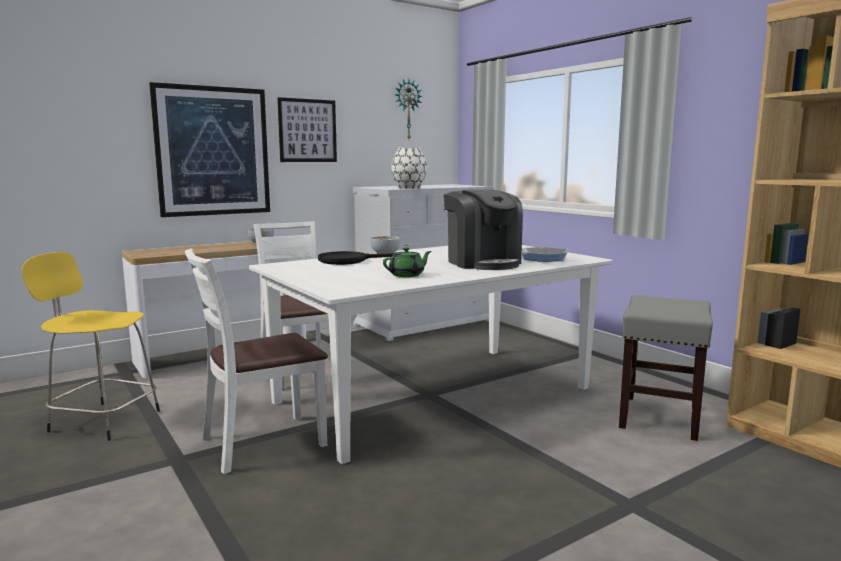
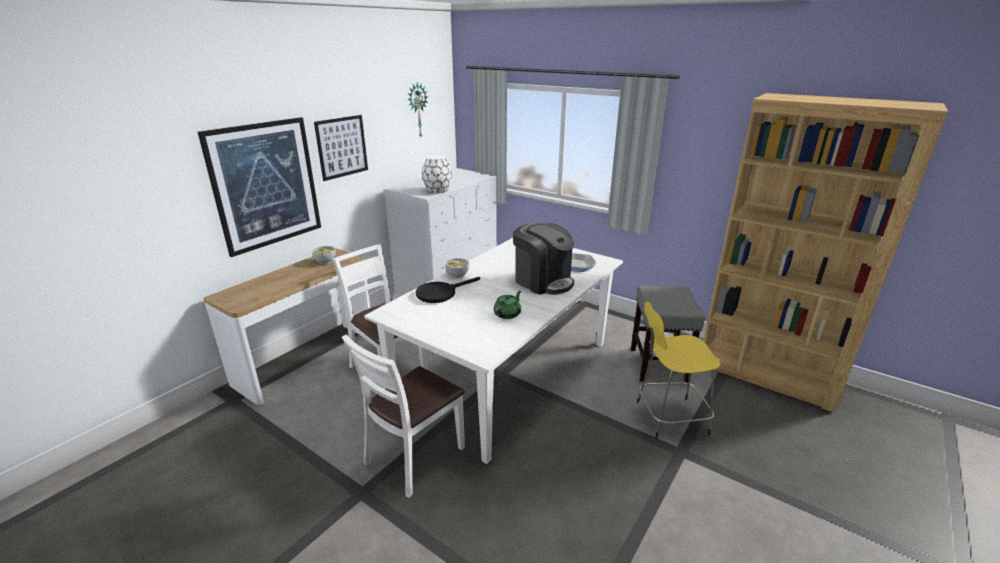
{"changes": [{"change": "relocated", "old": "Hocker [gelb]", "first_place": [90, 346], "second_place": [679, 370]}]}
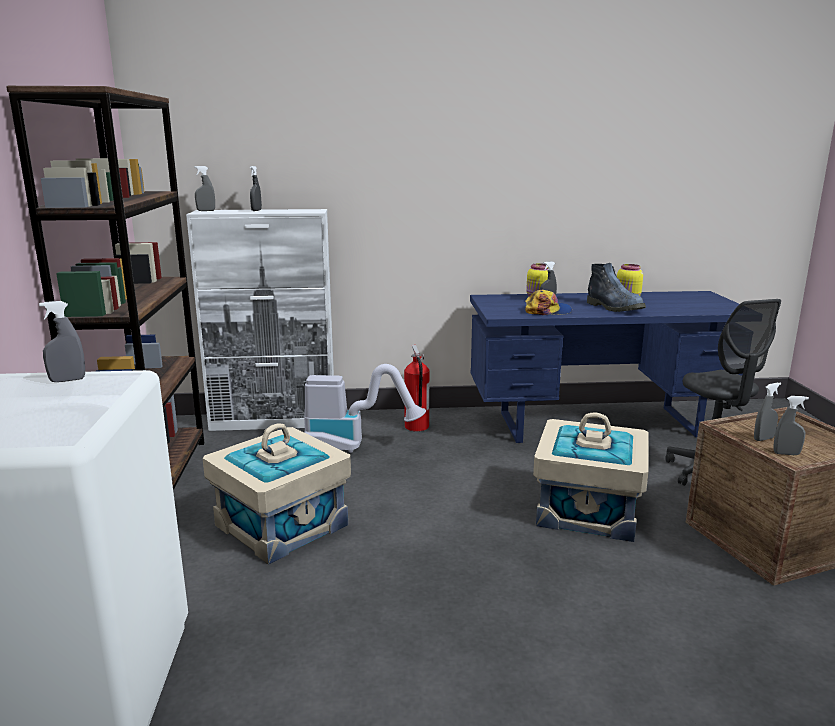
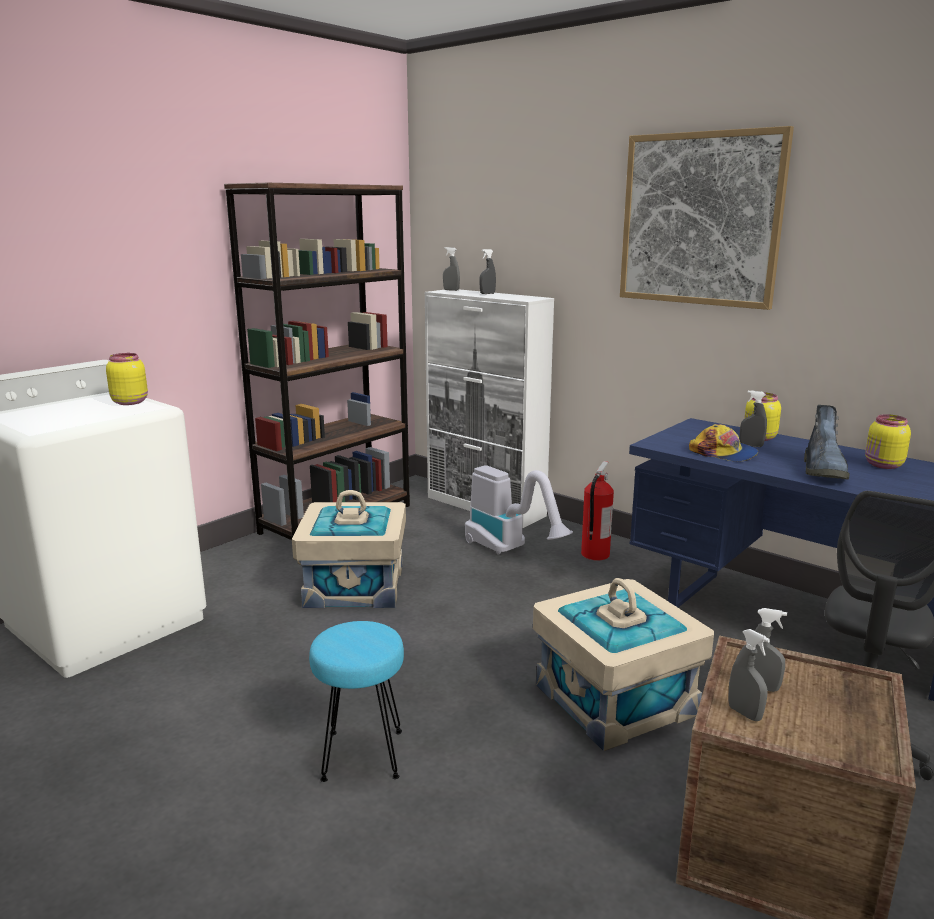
{"changes": [{"change": "exchanged", "old": "Sprühflasche [grau]", "new": "Vorratsglas [gelb]", "first_place": [62, 341], "second_place": [127, 379]}, {"change": "appeared", "new": "Hocker [türkis]", "second_place": [356, 701]}, {"change": "appeared", "new": "Bild", "second_place": [707, 218]}]}
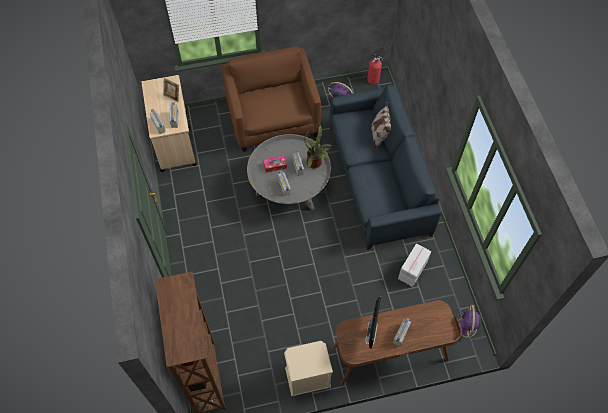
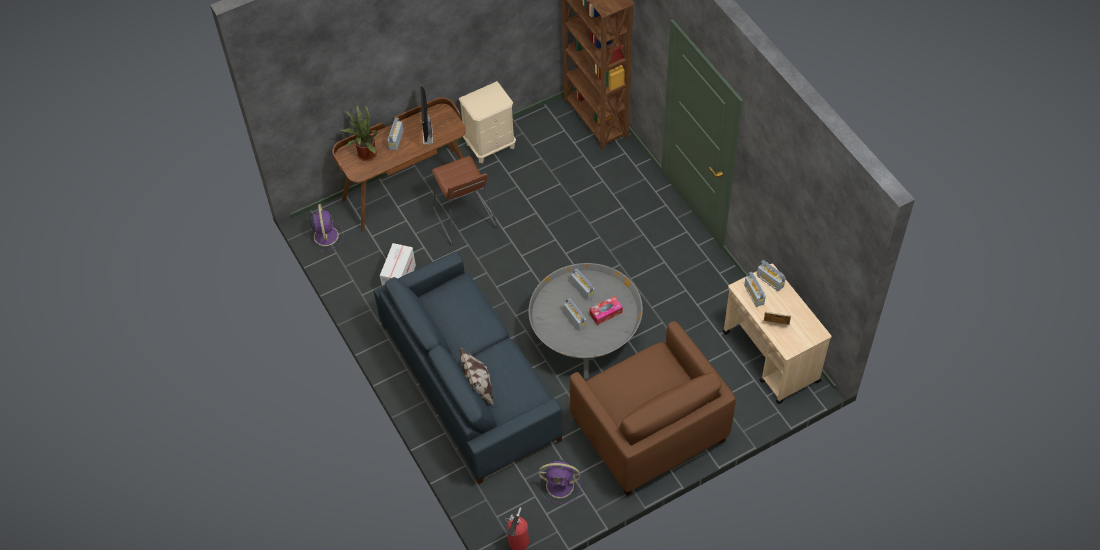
{"changes": [{"change": "relocated", "old": "Topfpflanze", "first_place": [318, 146], "second_place": [358, 132]}, {"change": "appeared", "new": "Hocker [braun]", "second_place": [465, 200]}]}
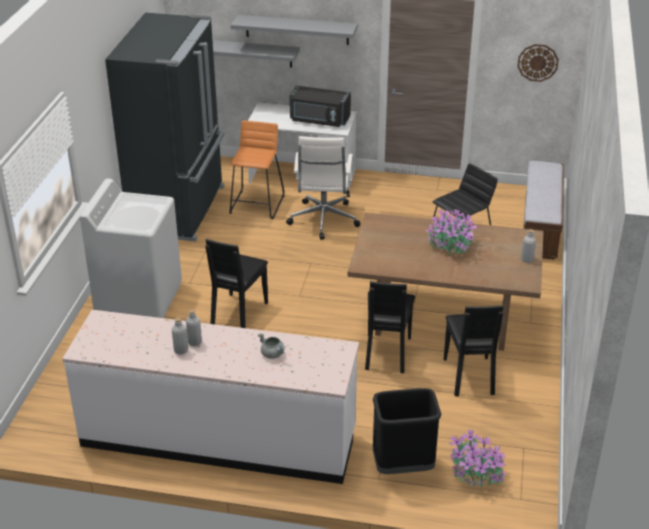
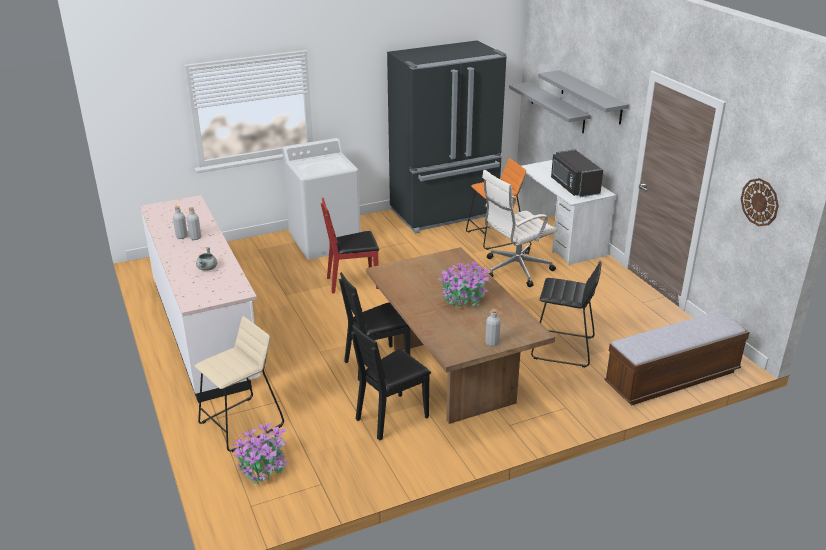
{"changes": [{"change": "colour", "old": "Stuhl [schwarz]", "new": "Stuhl [rot]", "first_place": [236, 283], "second_place": [350, 245]}, {"change": "exchanged", "old": "Mülleimer [schwarz]", "new": "Hocker [beige]", "first_place": [407, 431], "second_place": [239, 384]}]}
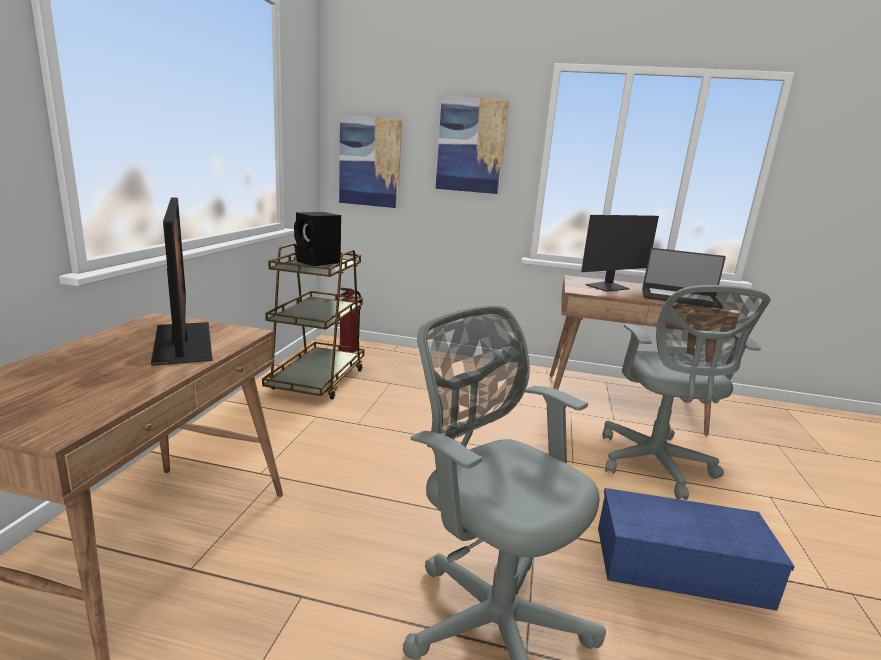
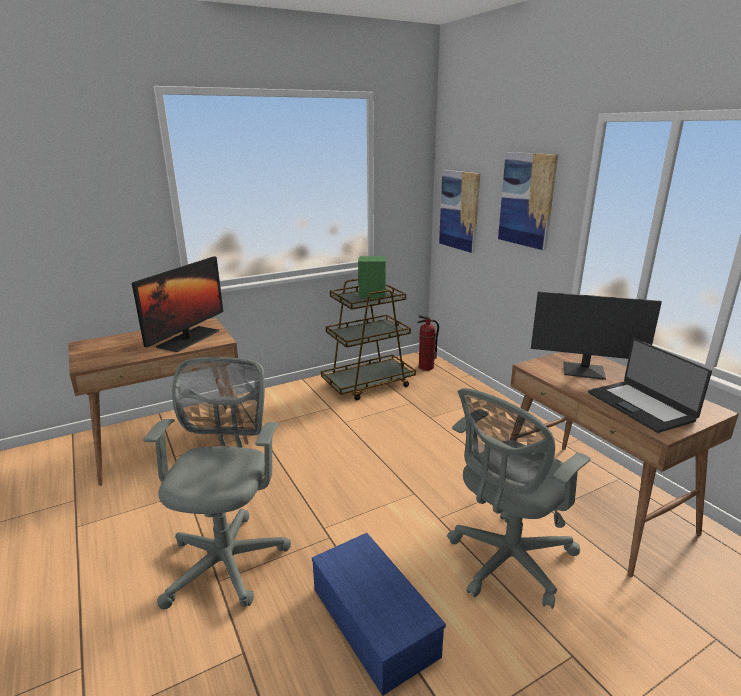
{"changes": [{"change": "colour", "old": "Lautsprecher [schwarz]", "new": "Lautsprecher [grün]", "first_place": [317, 239], "second_place": [372, 277]}]}
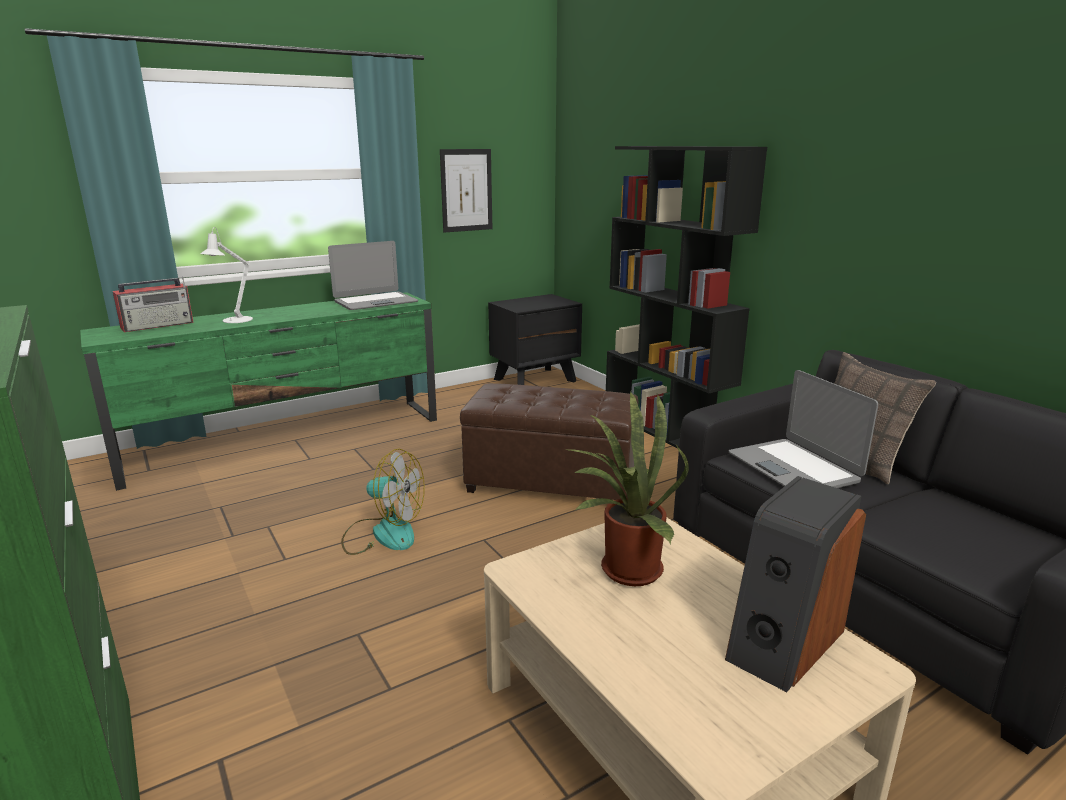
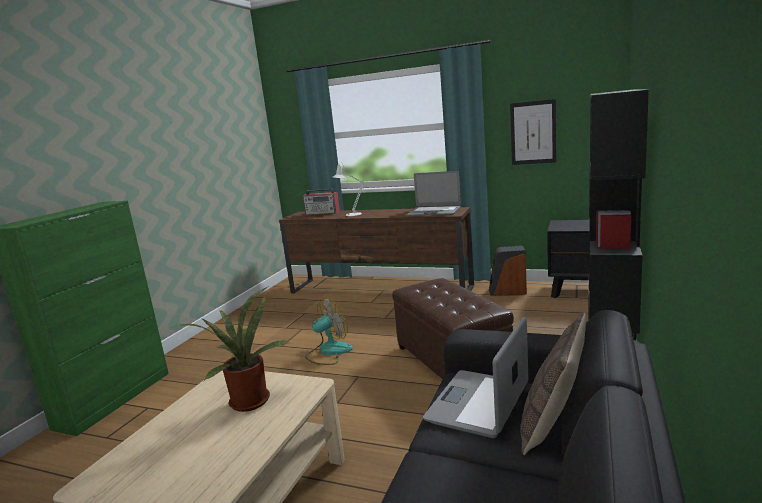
{"changes": [{"change": "colour", "old": "Fernsehschrank [grün]", "new": "Fernsehschrank [braun]", "first_place": [258, 391], "second_place": [376, 250]}, {"change": "spun", "old": "Ventilator", "first_place": [383, 502], "second_place": [329, 331], "degrees": -105}, {"change": "relocated", "old": "Lautsprecher", "first_place": [795, 584], "second_place": [508, 271]}]}
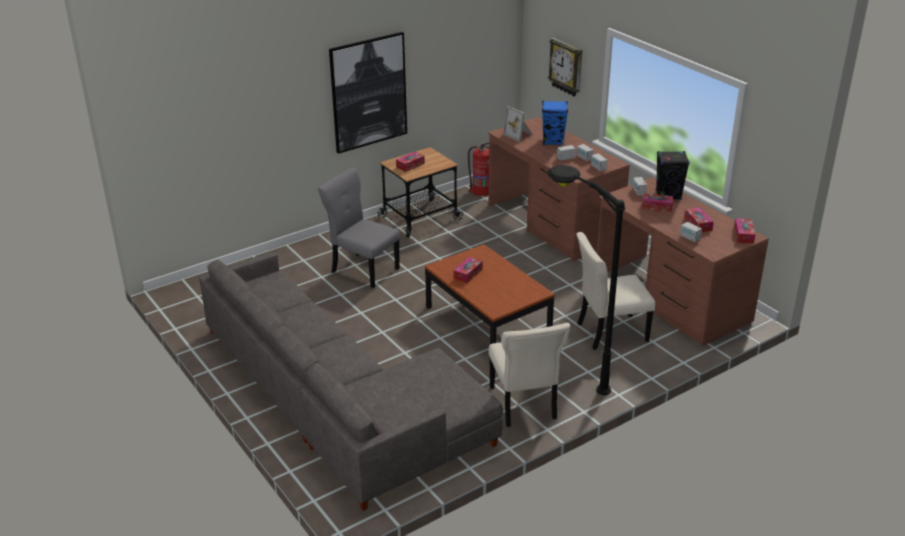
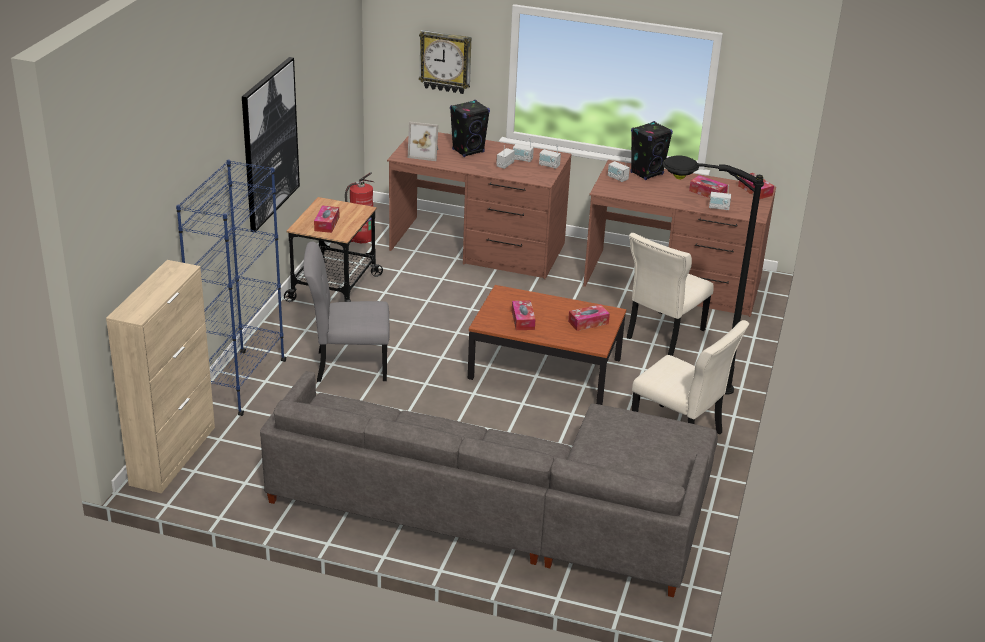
{"changes": [{"change": "colour", "old": "Lautsprecher [blau]", "new": "Lautsprecher [schwarz]", "first_place": [555, 123], "second_place": [470, 128]}, {"change": "relocated", "old": "Taschentuchbox", "first_place": [658, 202], "second_place": [589, 317]}, {"change": "appeared", "new": "Schrank [beige]", "second_place": [160, 377]}, {"change": "appeared", "new": "Bücherregal [blau]", "second_place": [231, 287]}]}
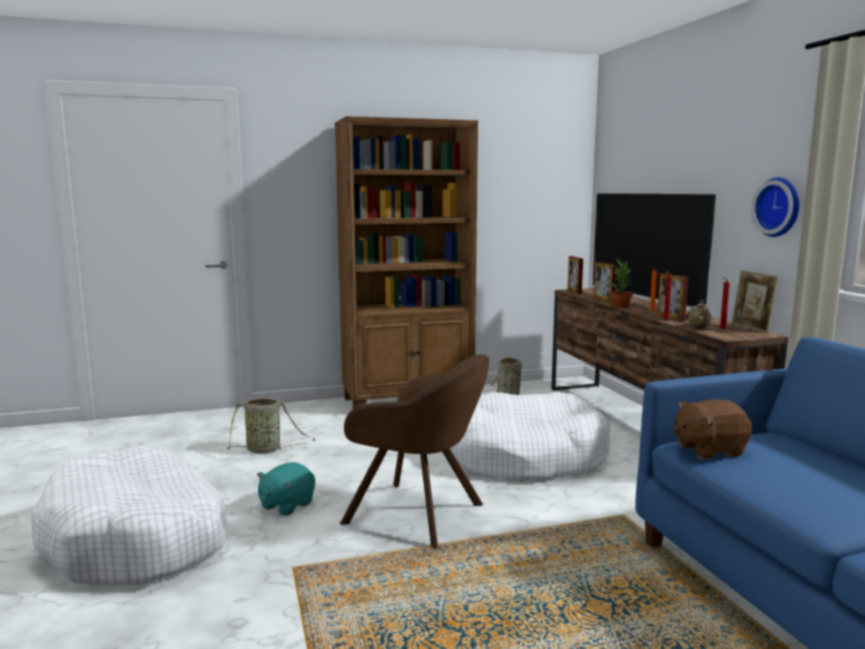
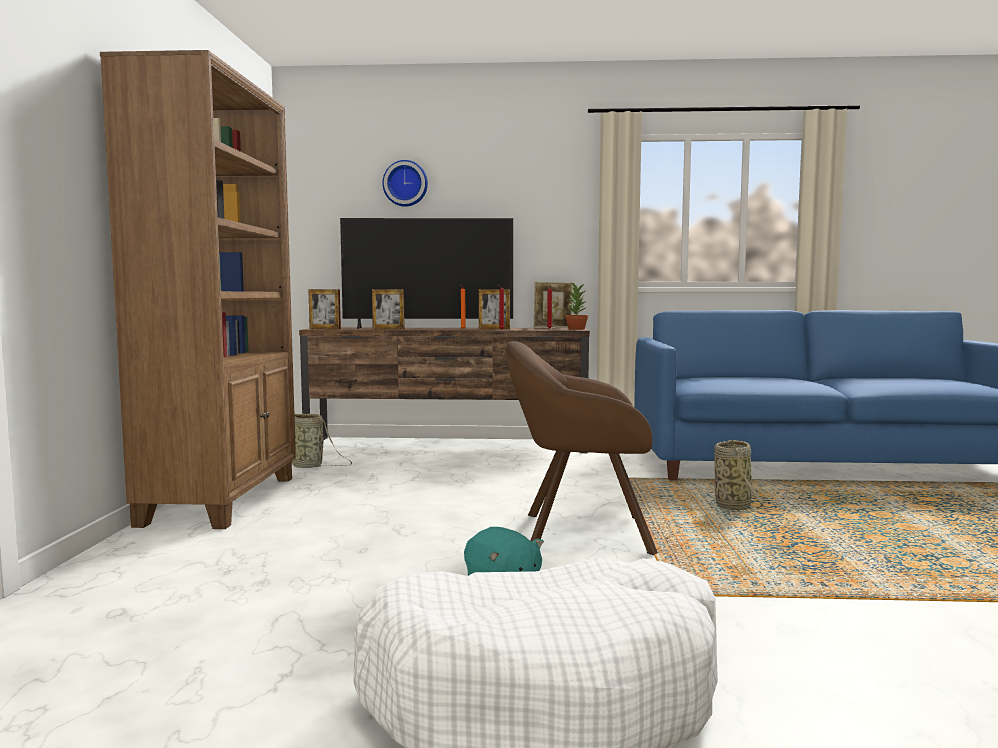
{"changes": [{"change": "relocated", "old": "Korb", "first_place": [271, 426], "second_place": [740, 477]}, {"change": "spun", "old": "Sessel [braun]", "first_place": [414, 451], "second_place": [582, 448], "degrees": -135}, {"change": "missing", "old": "Hundebett [weiß]", "first_place": [530, 437]}, {"change": "relocated", "old": "Topfpflanze", "first_place": [621, 284], "second_place": [576, 306]}, {"change": "missing", "old": "Plüschtier [braun]", "first_place": [713, 429]}, {"change": "missing", "old": "Teekanne [beige]", "first_place": [700, 314]}, {"change": "relocated", "old": "Wanduhr", "first_place": [775, 207], "second_place": [405, 183]}]}
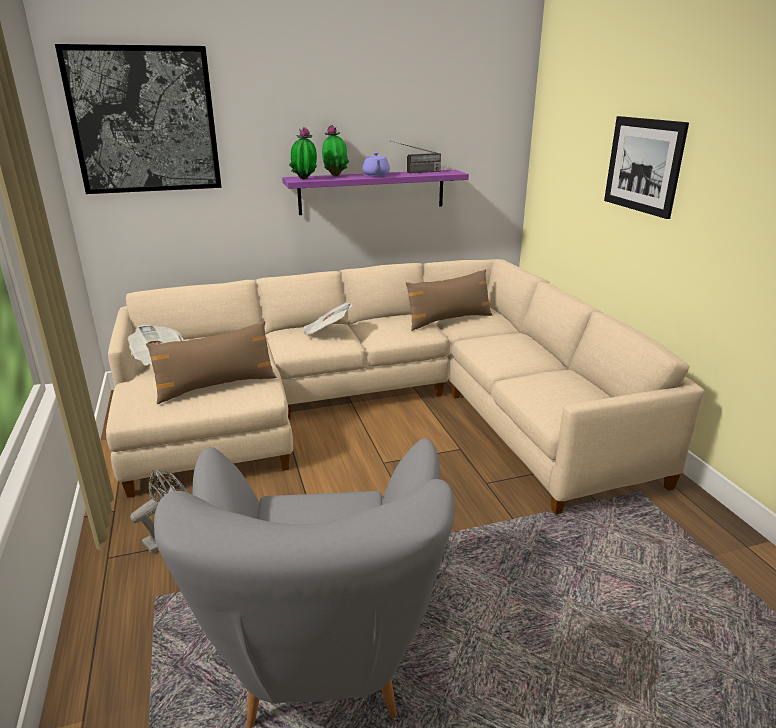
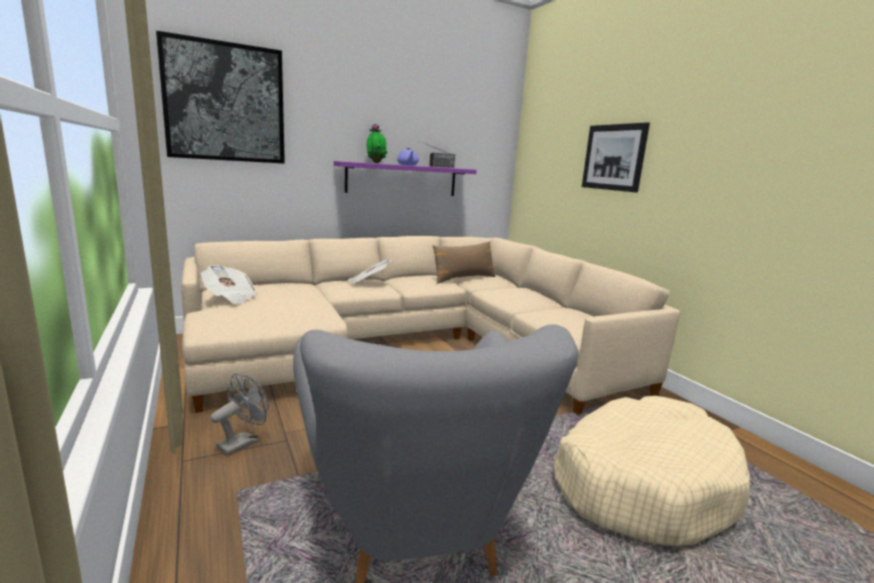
{"changes": [{"change": "missing", "old": "Kissen [braun]", "first_place": [211, 362]}, {"change": "missing", "old": "Topfpflanze", "first_place": [303, 153]}, {"change": "appeared", "new": "Hundebett [beige]", "second_place": [652, 471]}]}
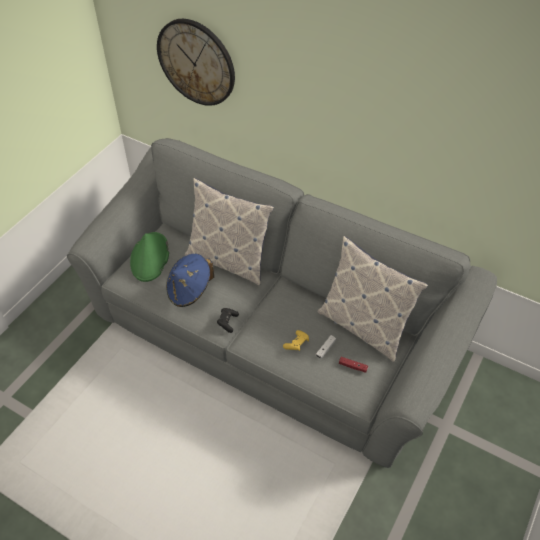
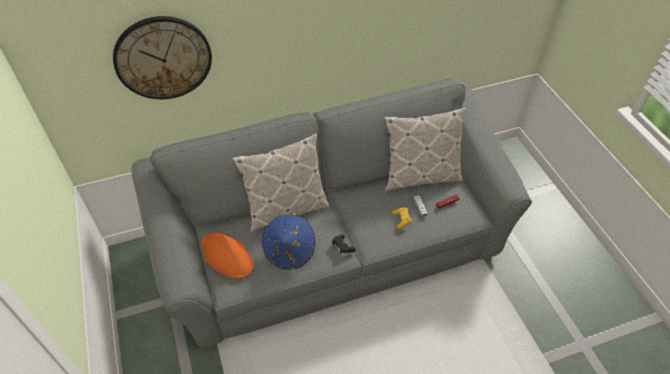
{"changes": [{"change": "colour", "old": "Hut [grün]", "new": "Hut [orange]", "first_place": [149, 257], "second_place": [227, 255]}]}
